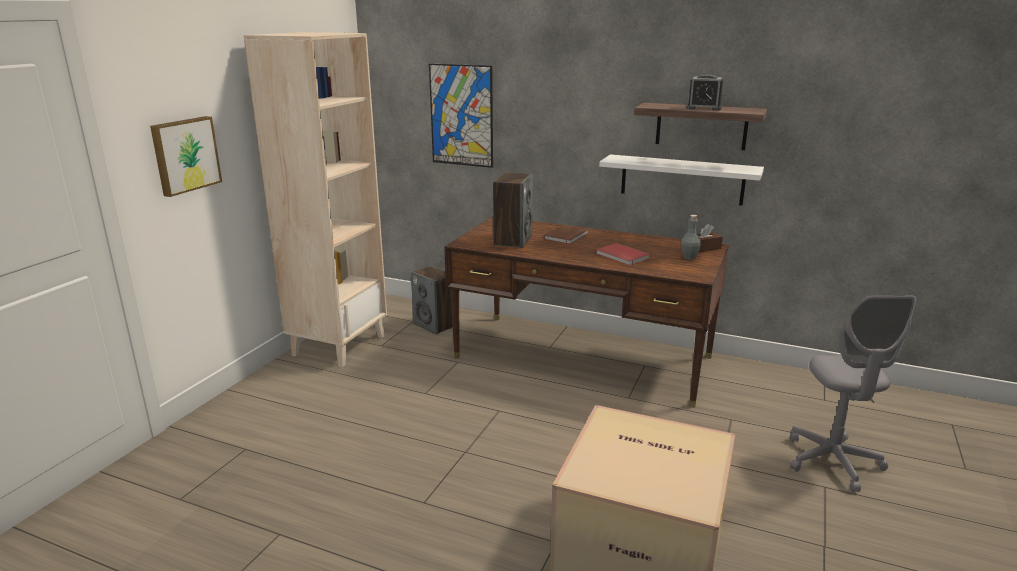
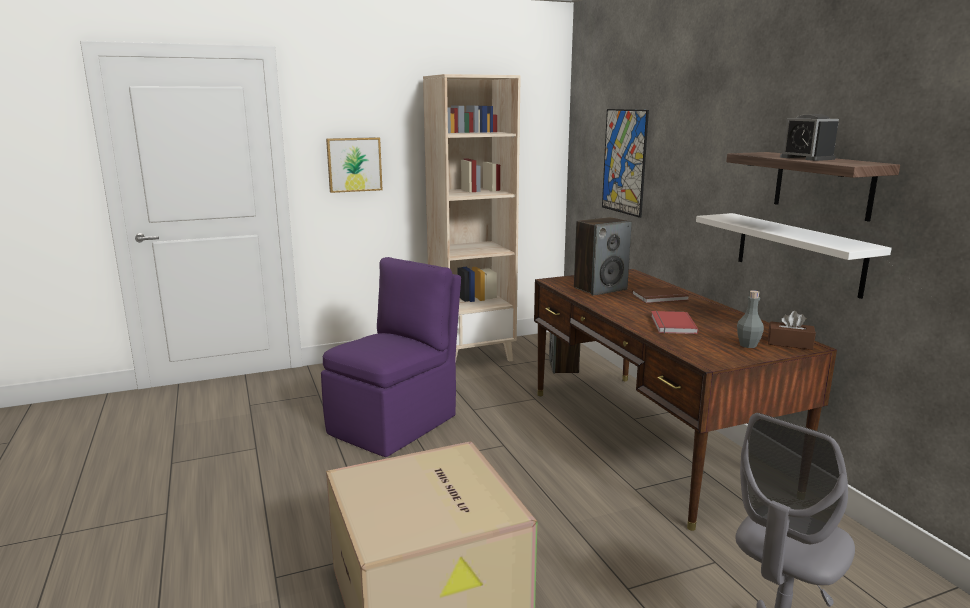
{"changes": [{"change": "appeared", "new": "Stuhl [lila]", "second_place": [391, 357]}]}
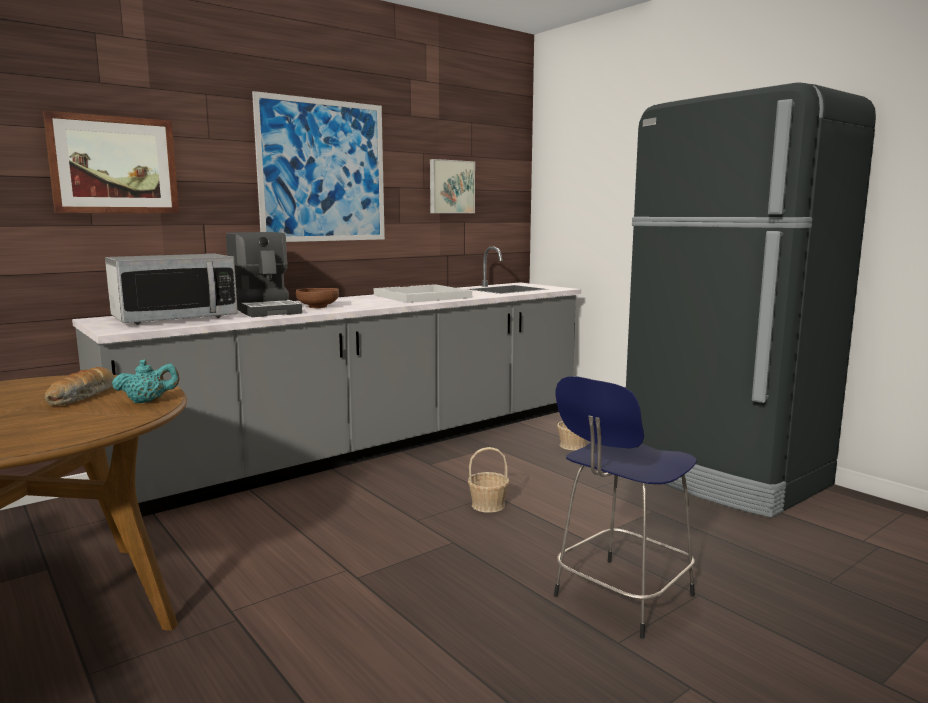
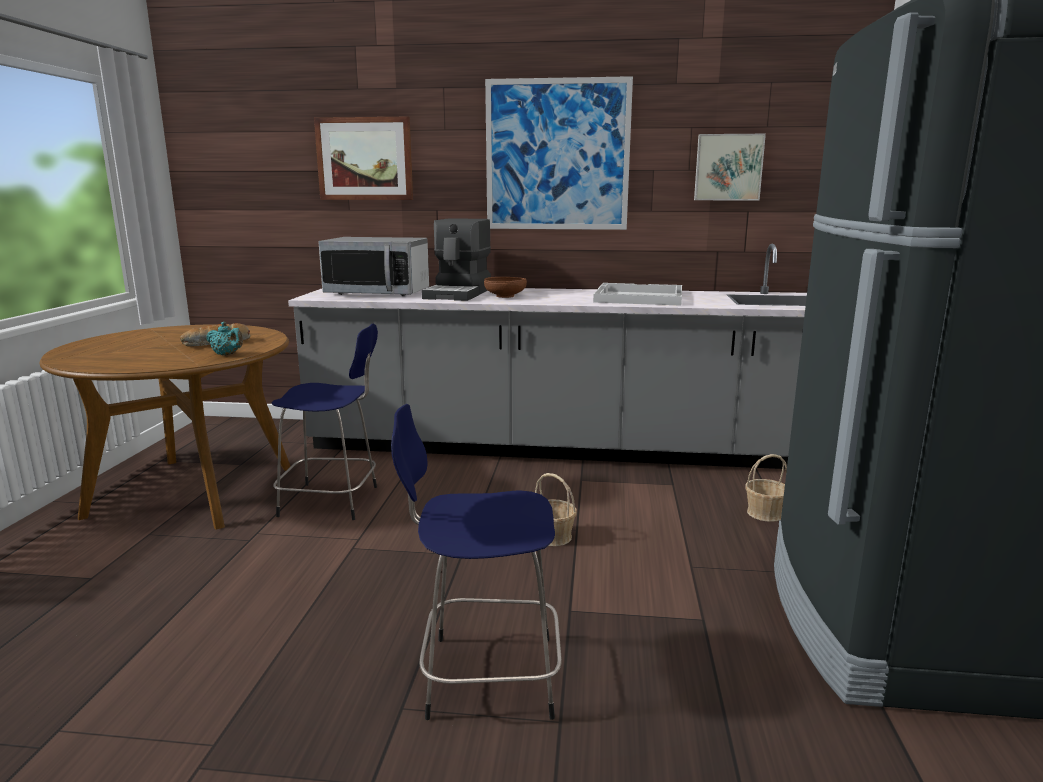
{"changes": [{"change": "appeared", "new": "Hocker [blau]", "second_place": [325, 422]}]}
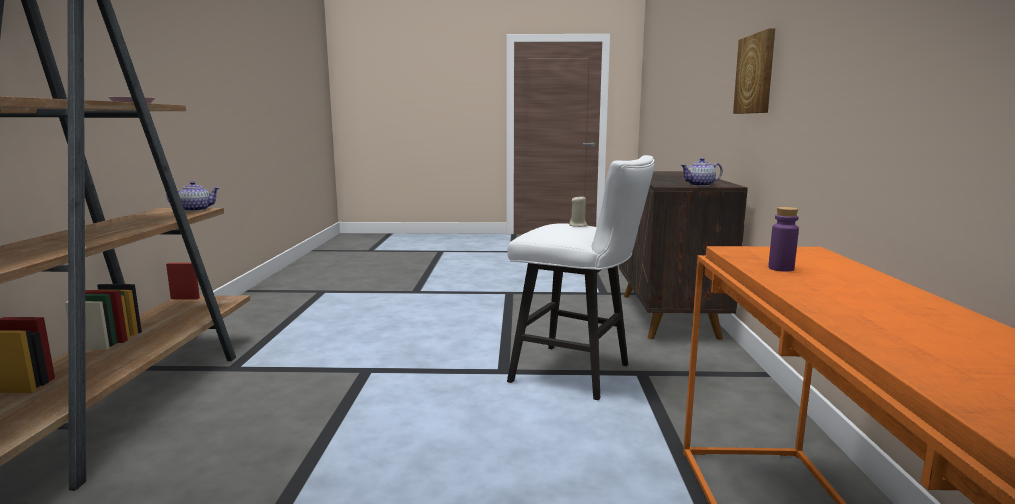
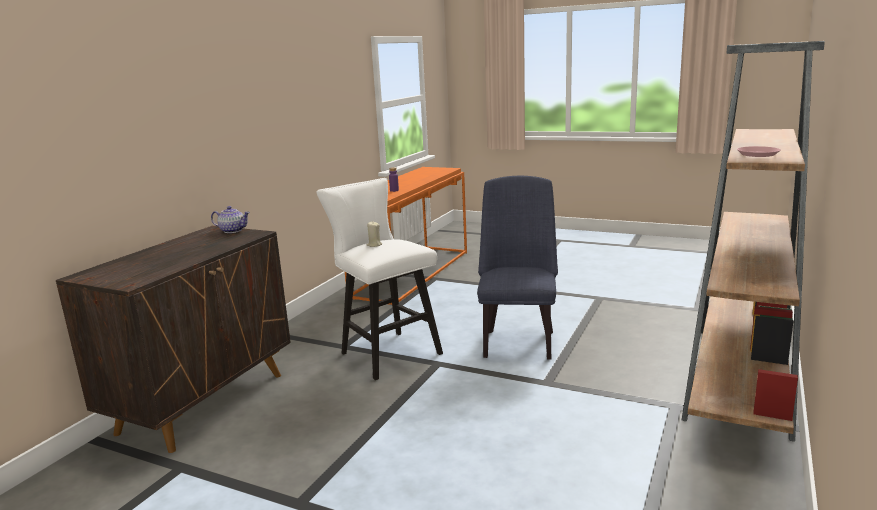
{"changes": [{"change": "missing", "old": "Teekanne", "first_place": [193, 196]}, {"change": "missing", "old": "Bild", "first_place": [754, 71]}, {"change": "appeared", "new": "Stuhl [blau]", "second_place": [517, 267]}]}
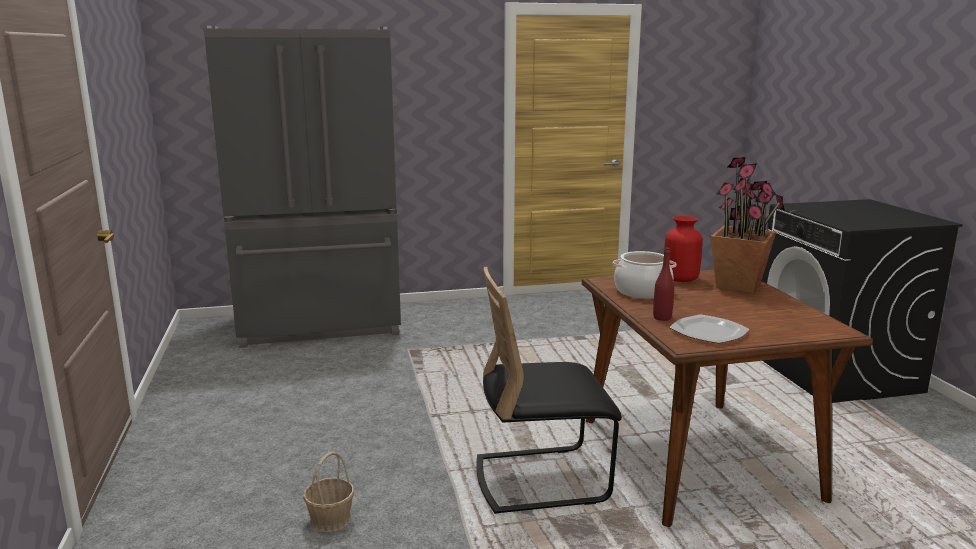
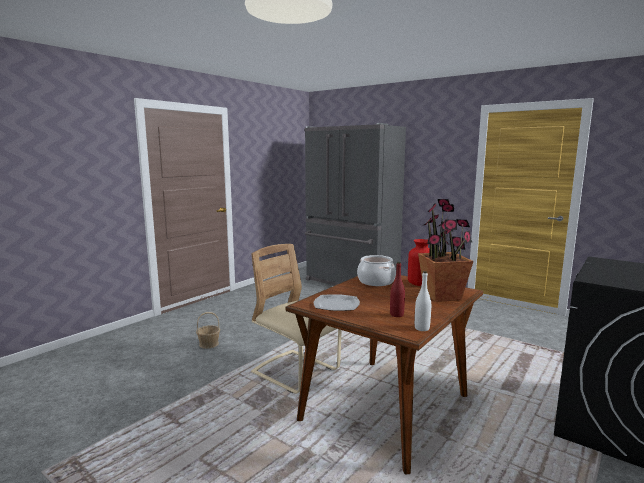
{"changes": [{"change": "colour", "old": "Stuhl [schwarz]", "new": "Stuhl [beige]", "first_place": [549, 390], "second_place": [296, 319]}, {"change": "relocated", "old": "Flasche [rot]", "first_place": [663, 284], "second_place": [397, 289]}, {"change": "appeared", "new": "Flasche [weiß]", "second_place": [423, 301]}]}
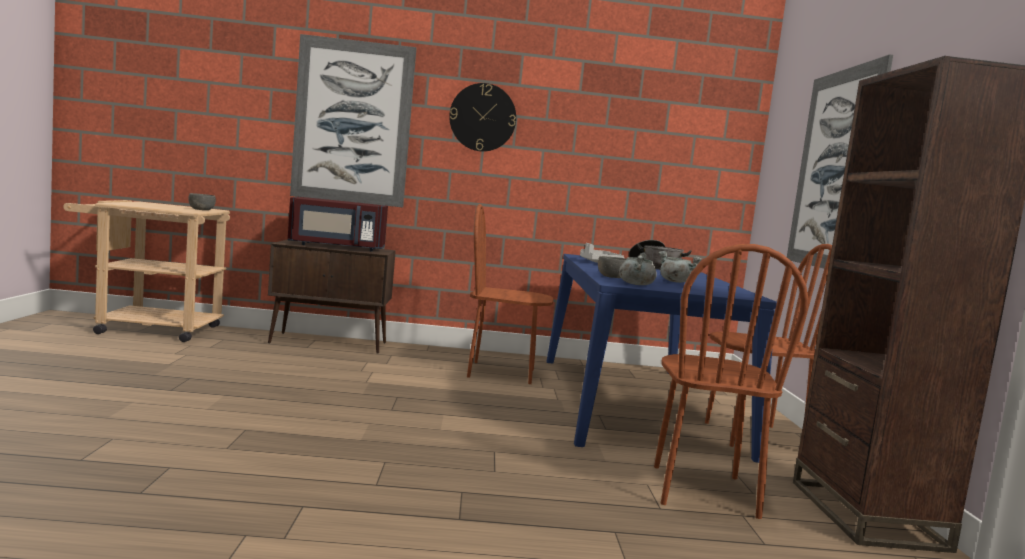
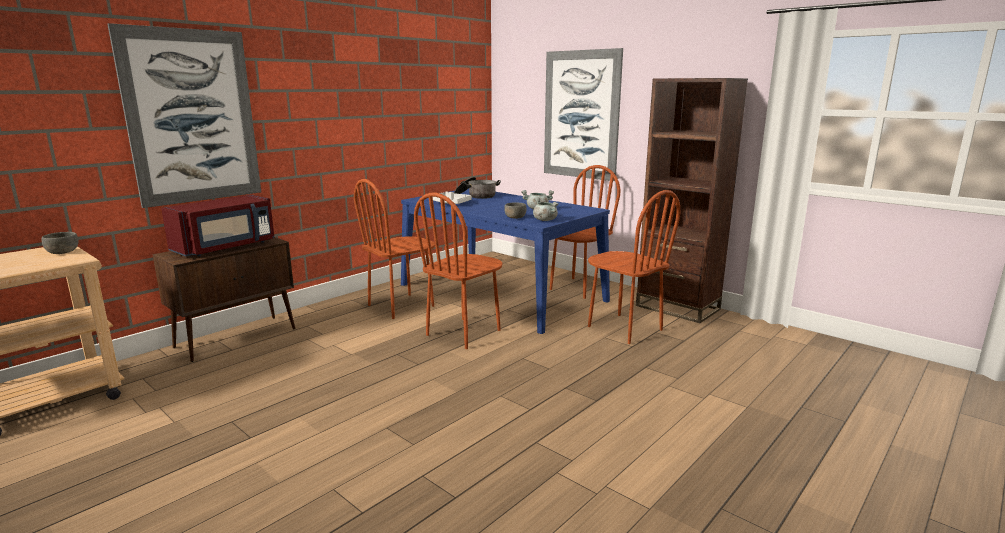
{"changes": [{"change": "missing", "old": "Wanduhr", "first_place": [482, 117]}, {"change": "appeared", "new": "Stuhl [braun]", "second_place": [458, 271]}]}
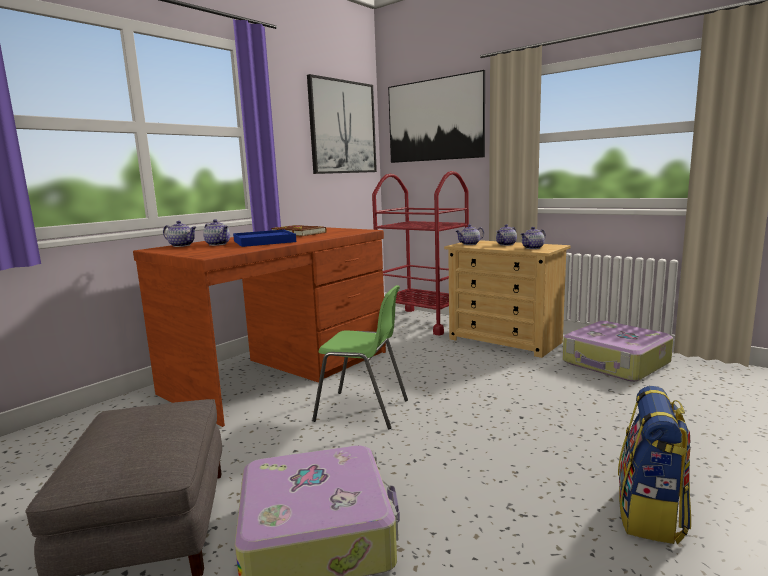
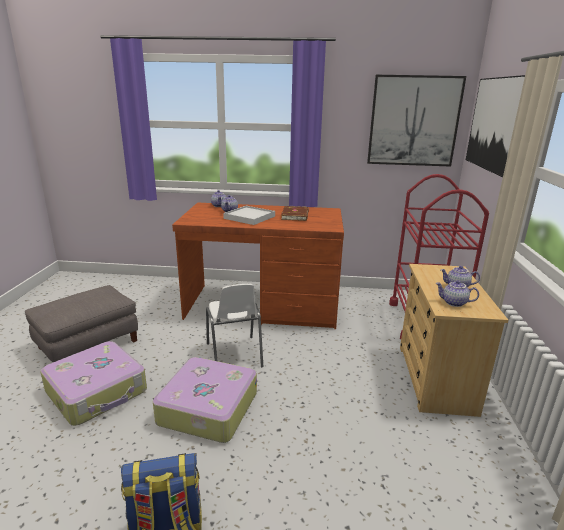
{"changes": [{"change": "colour", "old": "Tablett [blau]", "new": "Tablett [weiß]", "first_place": [264, 238], "second_place": [249, 215]}, {"change": "colour", "old": "Stuhl [grün]", "new": "Stuhl [weiß]", "first_place": [360, 357], "second_place": [235, 325]}, {"change": "missing", "old": "Teekanne", "first_place": [470, 235]}, {"change": "relocated", "old": "Koffer", "first_place": [618, 351], "second_place": [205, 400]}]}
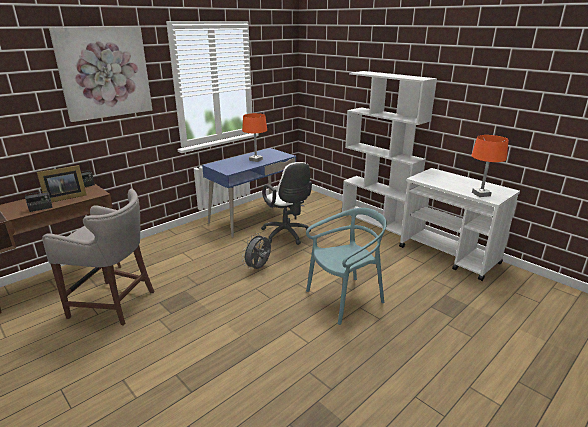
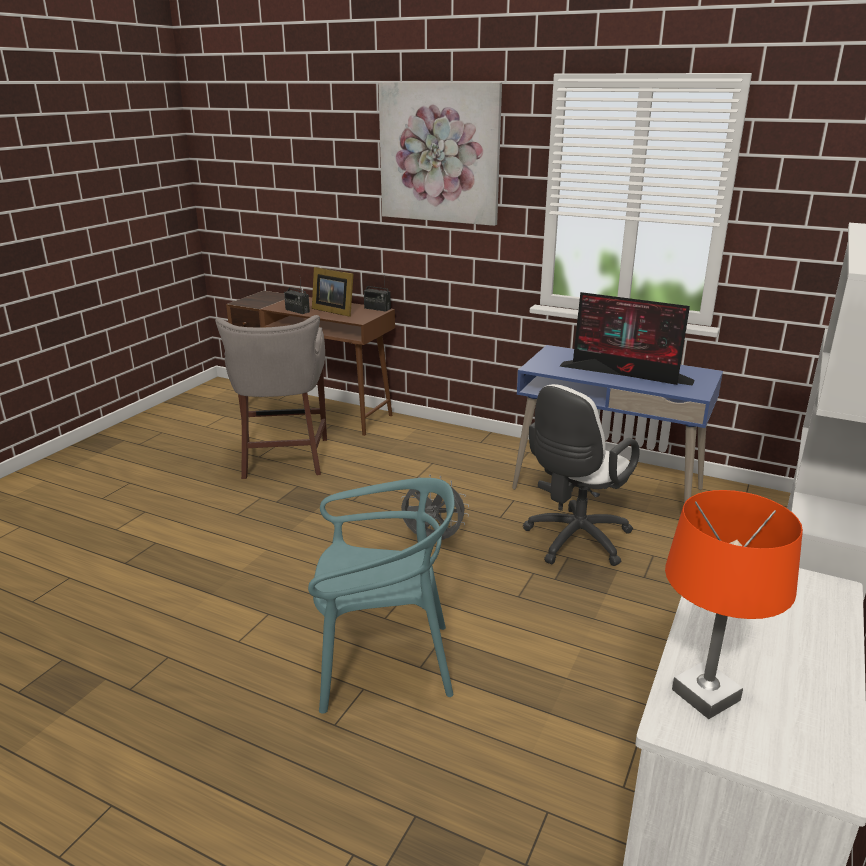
{"changes": [{"change": "exchanged", "old": "Tischlampe [orange]", "new": "Monitor", "first_place": [254, 137], "second_place": [627, 339]}, {"change": "spun", "old": "Stuhl [türkis]", "first_place": [346, 266], "second_place": [381, 596], "degrees": -45}]}
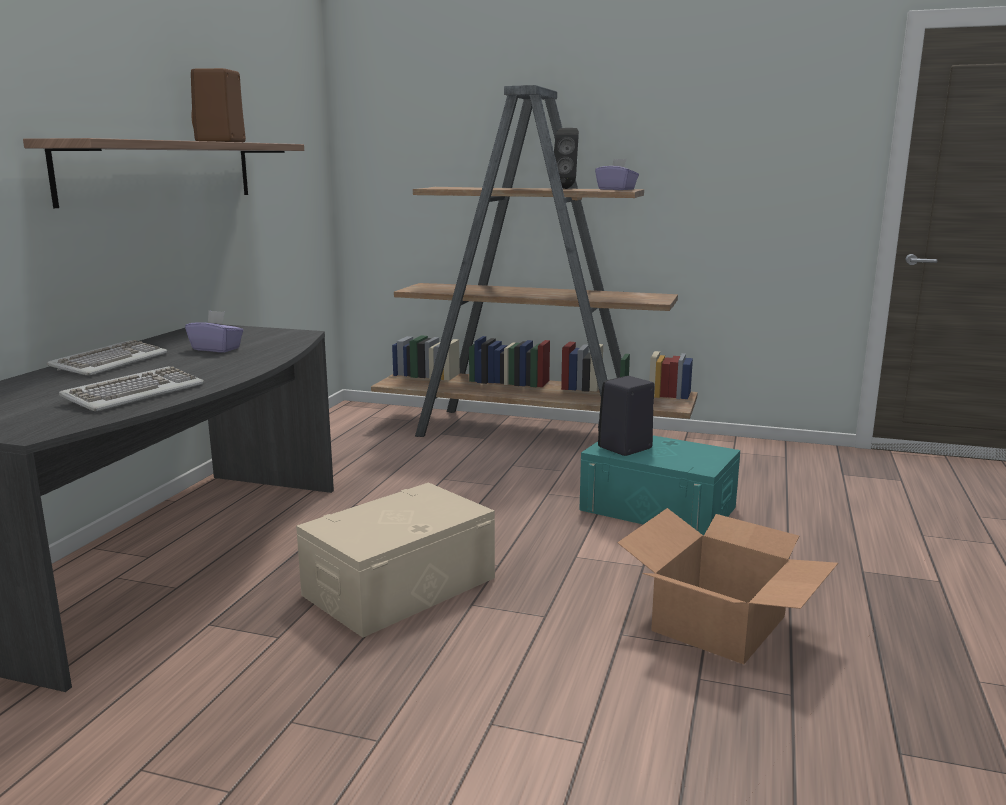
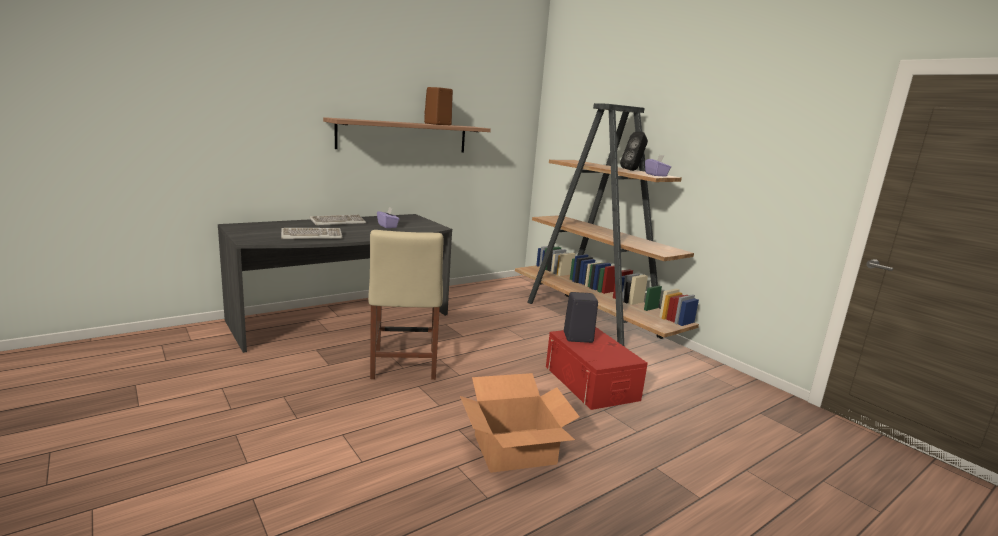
{"changes": [{"change": "exchanged", "old": "Aufbewahrungsbox [beige]", "new": "Stuhl [beige]", "first_place": [395, 560], "second_place": [406, 305]}, {"change": "colour", "old": "Aufbewahrungsbox [türkis]", "new": "Aufbewahrungsbox [rot]", "first_place": [659, 485], "second_place": [597, 368]}]}
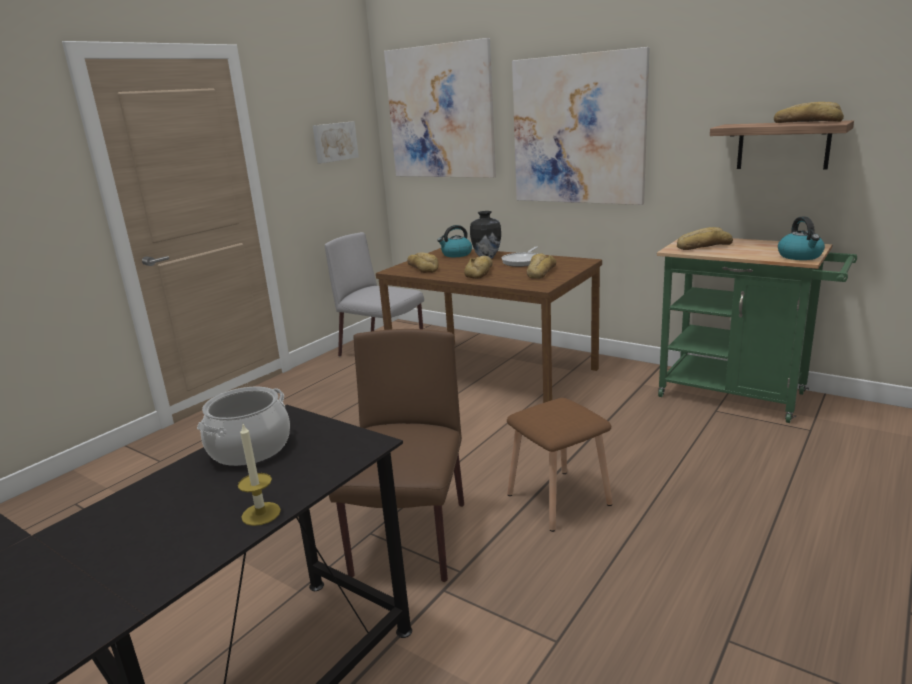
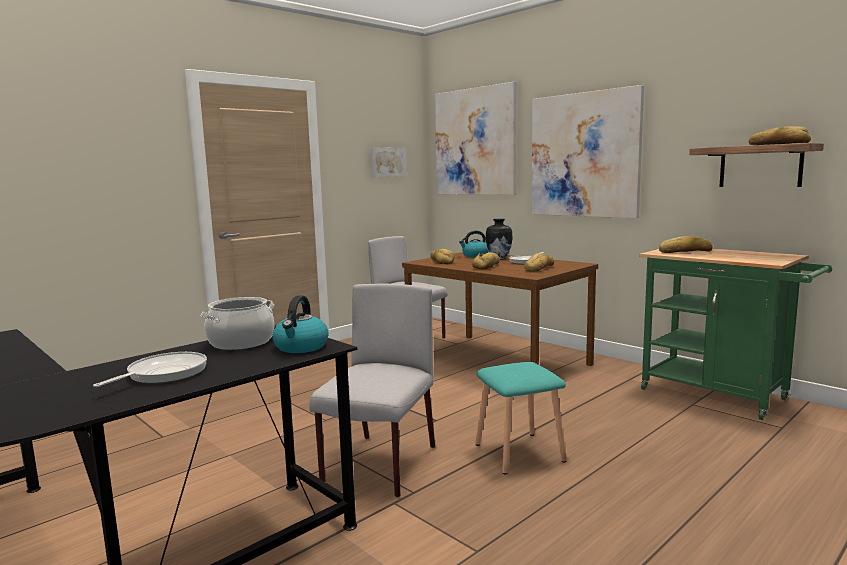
{"changes": [{"change": "missing", "old": "Kerze", "first_place": [259, 475]}, {"change": "colour", "old": "Stuhl [braun]", "new": "Stuhl [grau]", "first_place": [396, 455], "second_place": [372, 391]}, {"change": "colour", "old": "Hocker [braun]", "new": "Hocker [türkis]", "first_place": [560, 465], "second_place": [521, 418]}, {"change": "relocated", "old": "Wasserkessel", "first_place": [801, 238], "second_place": [300, 324]}, {"change": "appeared", "new": "Pfanne", "second_place": [150, 369]}]}
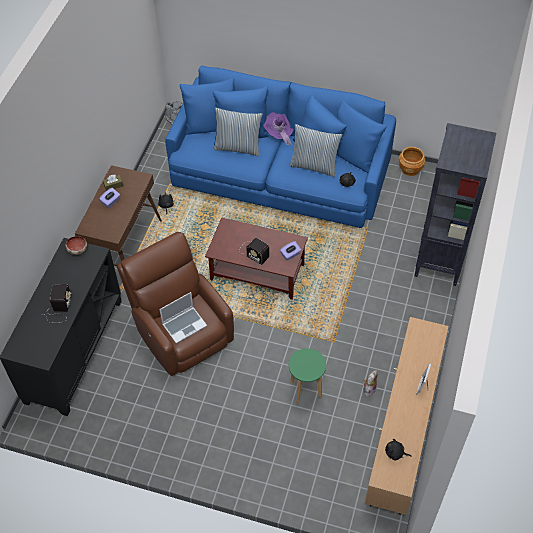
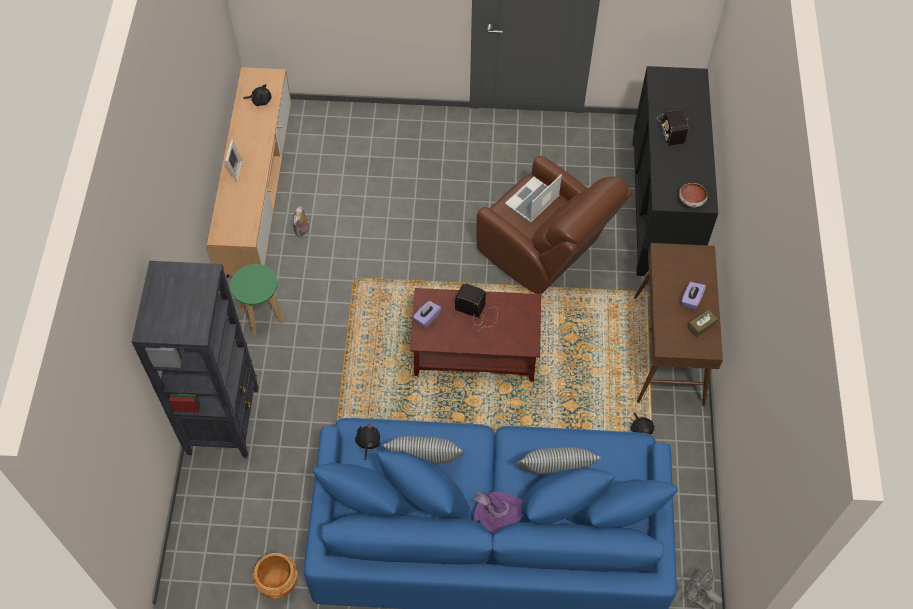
{"changes": [{"change": "relocated", "old": "Hocker [grün]", "first_place": [307, 376], "second_place": [257, 300]}]}
